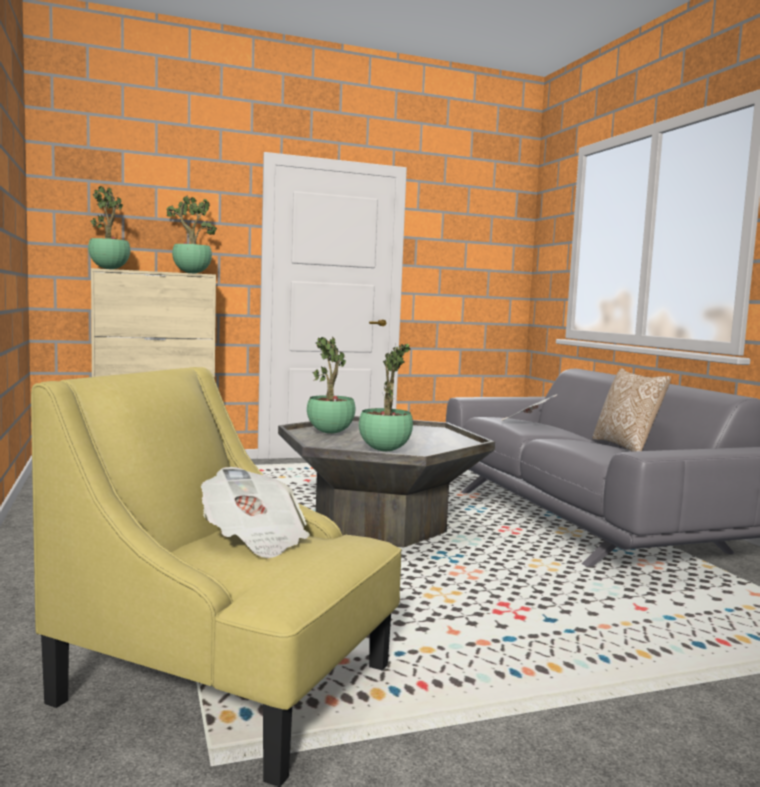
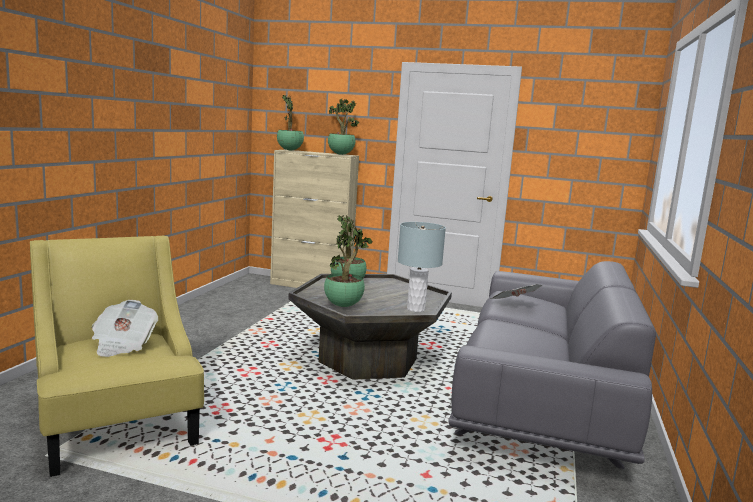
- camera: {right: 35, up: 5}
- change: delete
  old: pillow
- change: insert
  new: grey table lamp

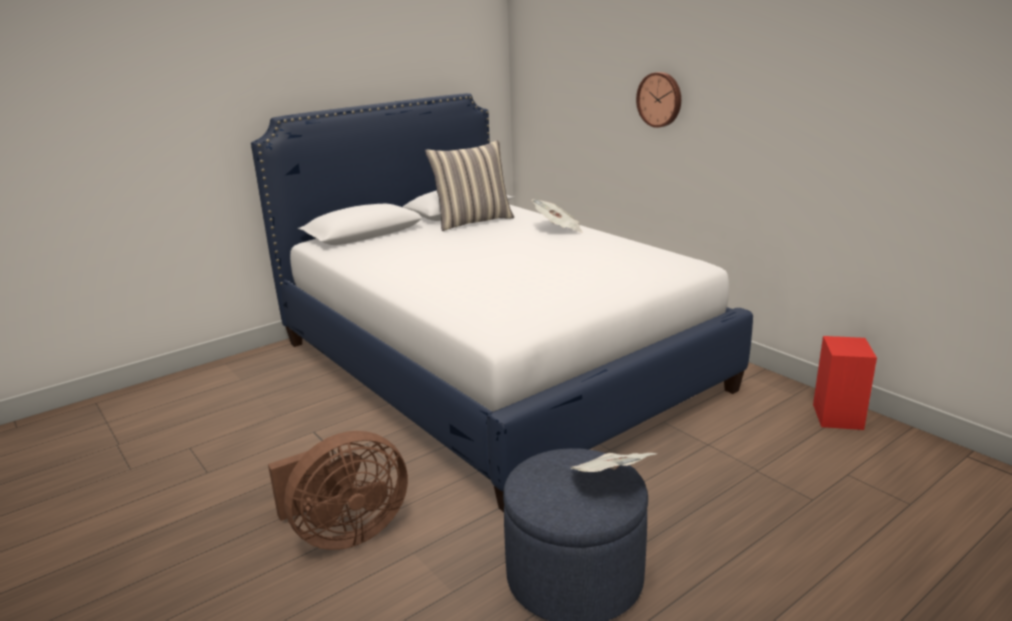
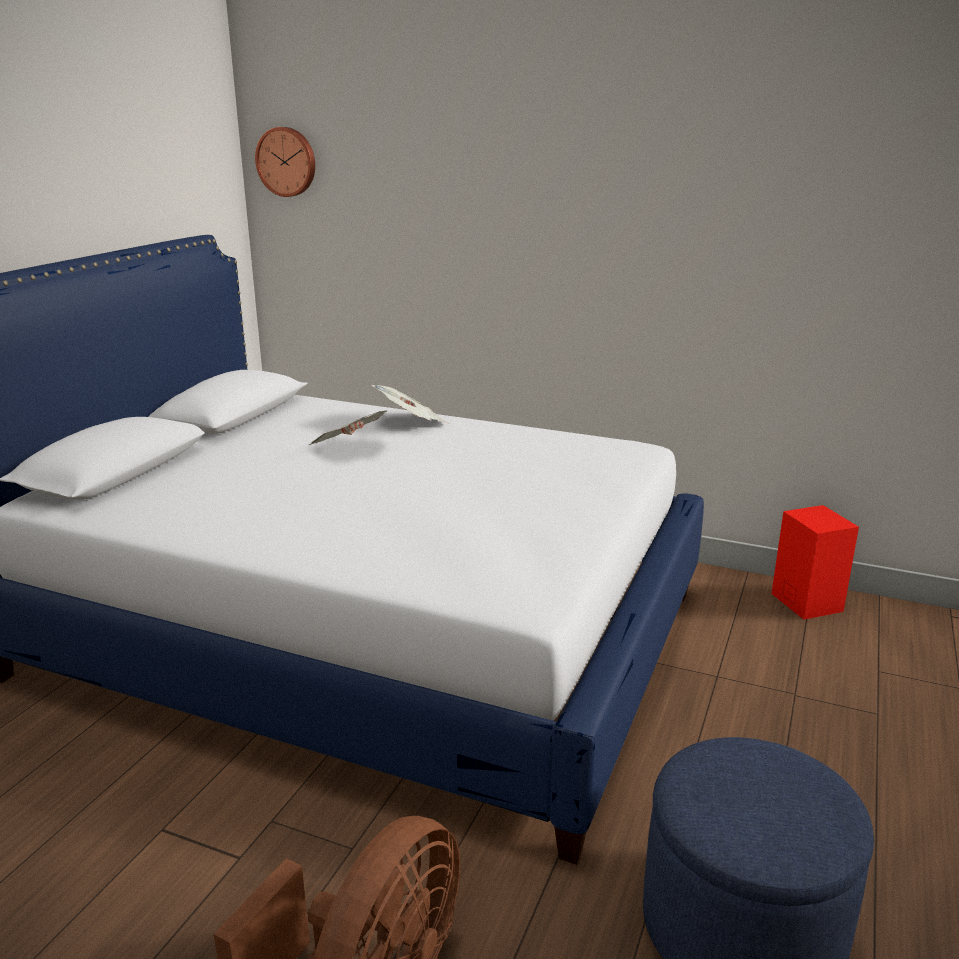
- camera: {right: -30, up: 0}
- change: delete
  old: pillow
- change: move
  old: newspaper (2nd from left in the first image)
  new: newspaper (1st from left)
- change: move
  old: wall clock

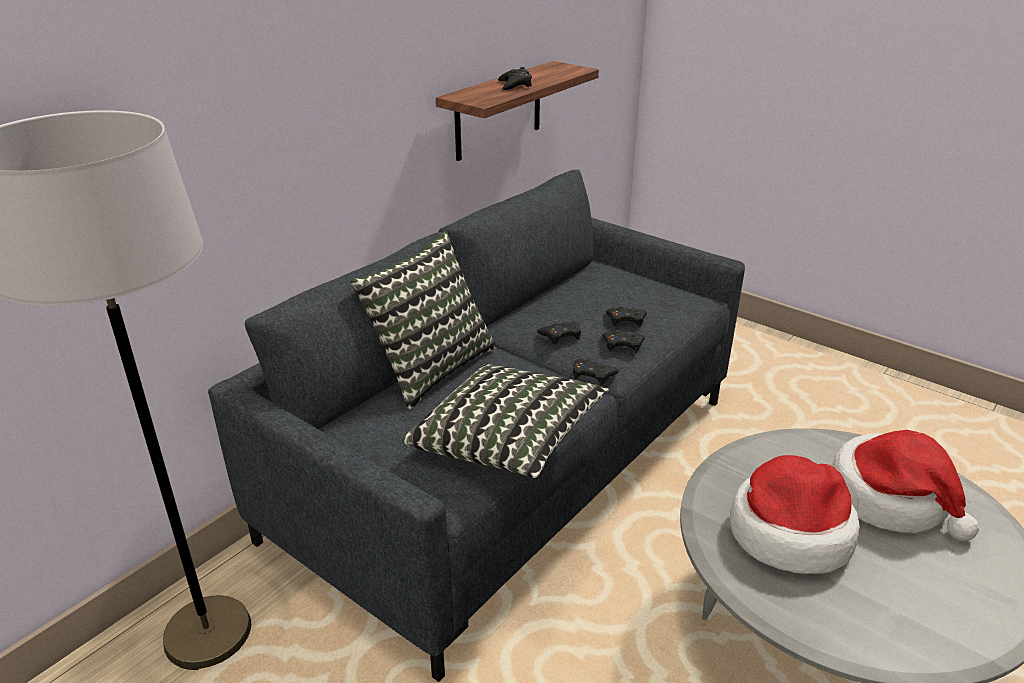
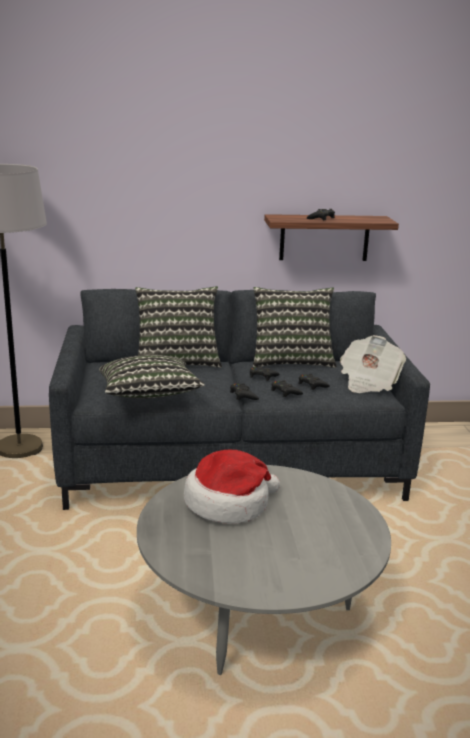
- camera: {right: 45, up: -10}
- change: delete
  old: hat (2nd from left)
- change: insert
  new: pillow (3rd from left)
- change: insert
  new: newspaper

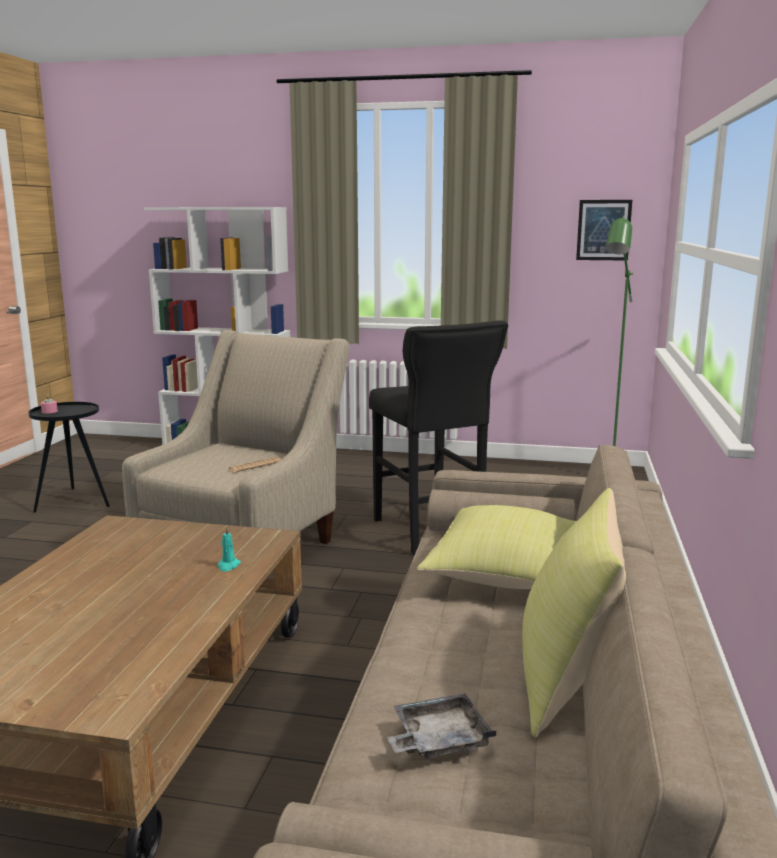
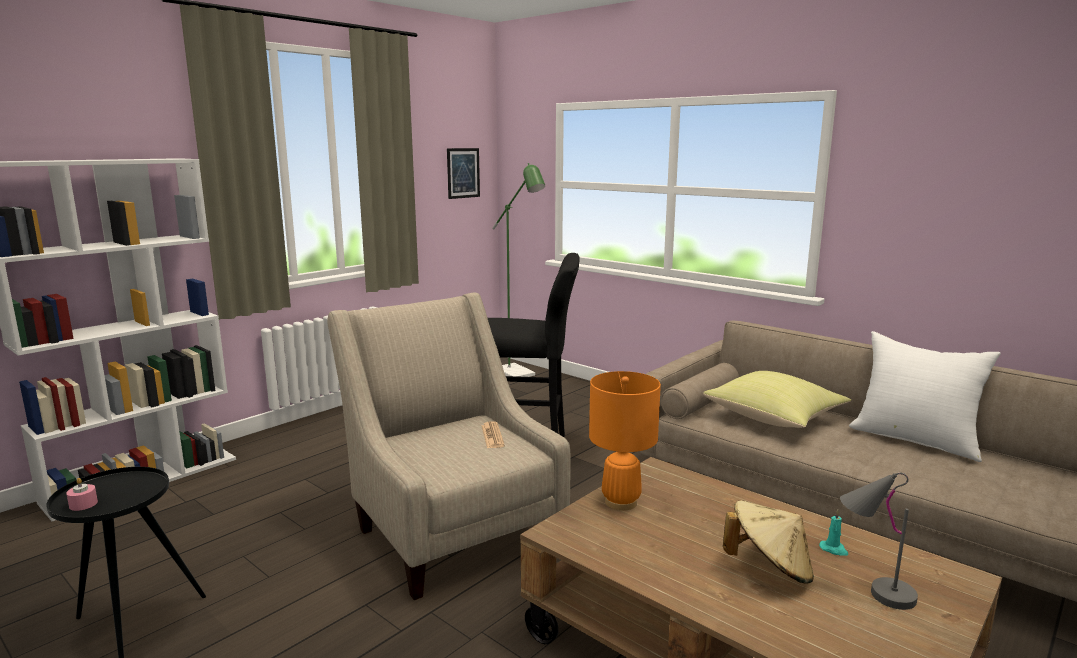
- camera: {right: -60, up: 0}
- change: move
  old: turquoise candle
- change: delete
  old: grey tray
- change: recolor
  old: yellow pillow (2nd from left)
  new: white pillow
- change: insert
  new: orange table lamp
- change: insert
  new: beige hat
- change: insert
  new: grey table lamp

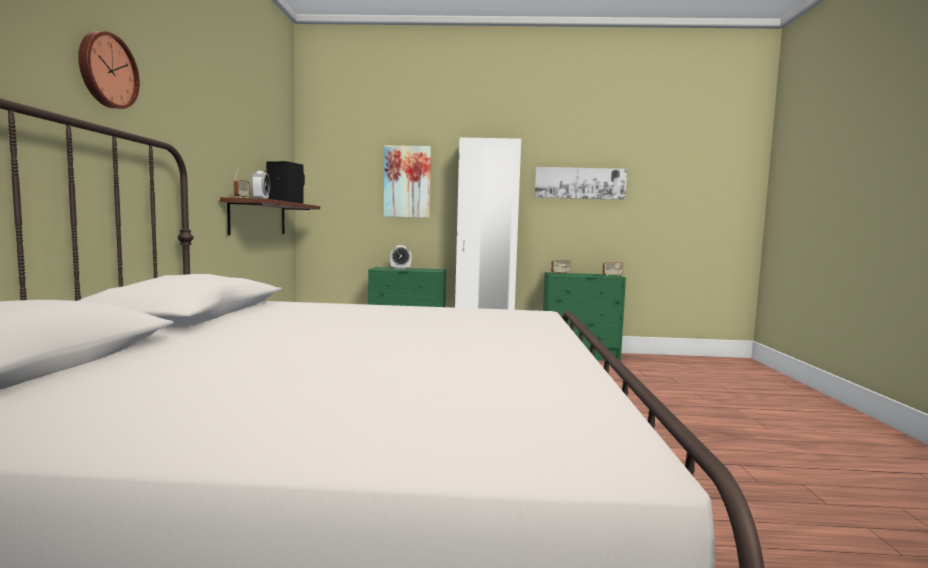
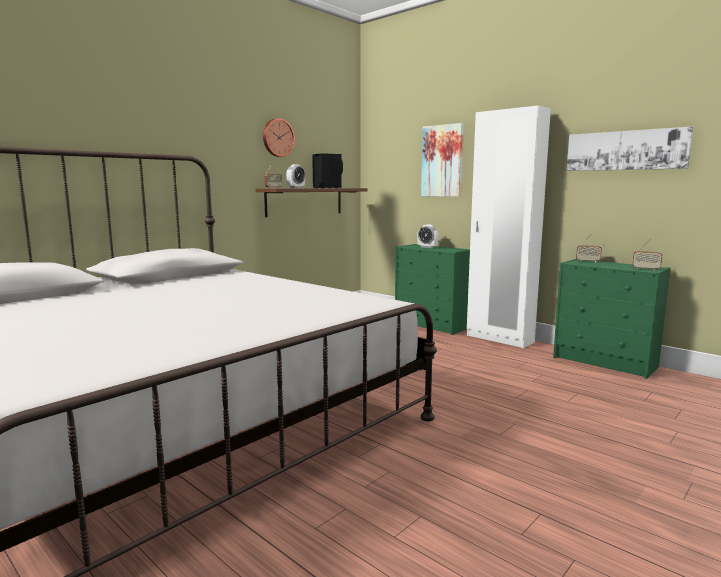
- camera: {right: 40, up: 5}
- change: move
  old: wall clock

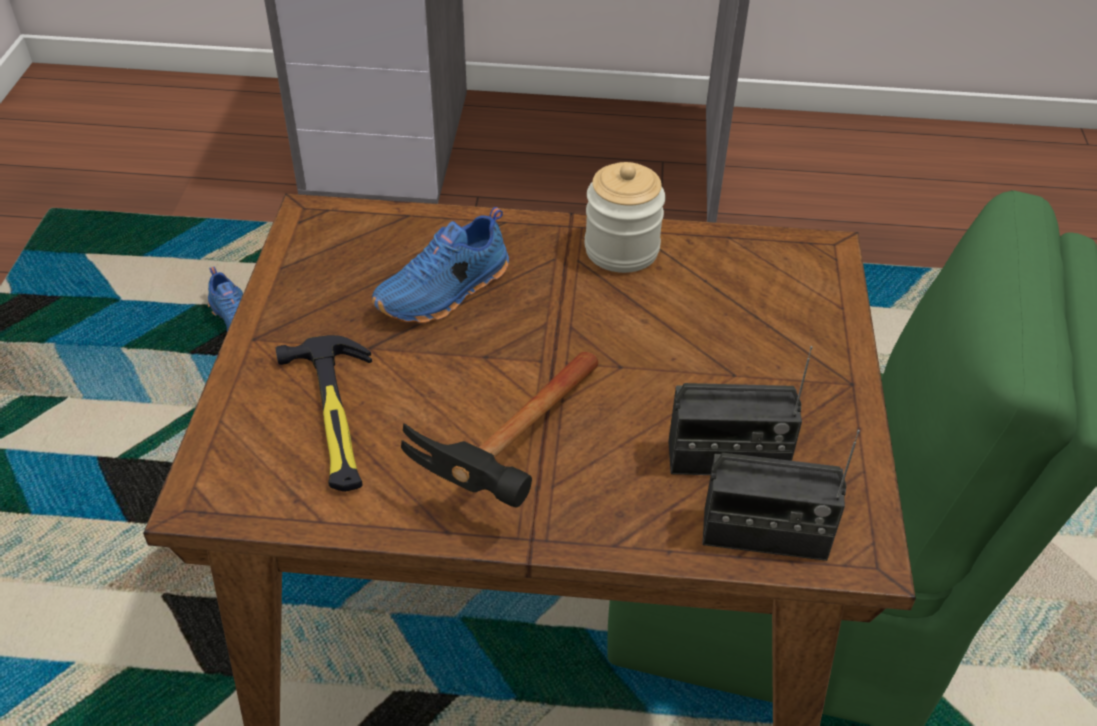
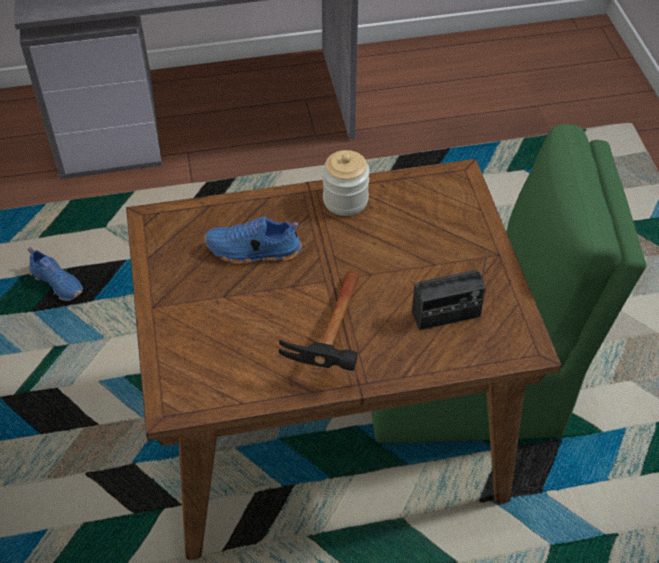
- camera: {right: -15, up: 5}
- change: delete
  old: hammer (1st from left)
- change: rotate
  old: blue shoe (2nd from left)
  degrees: 60
- change: delete
  old: radio (2nd from left)

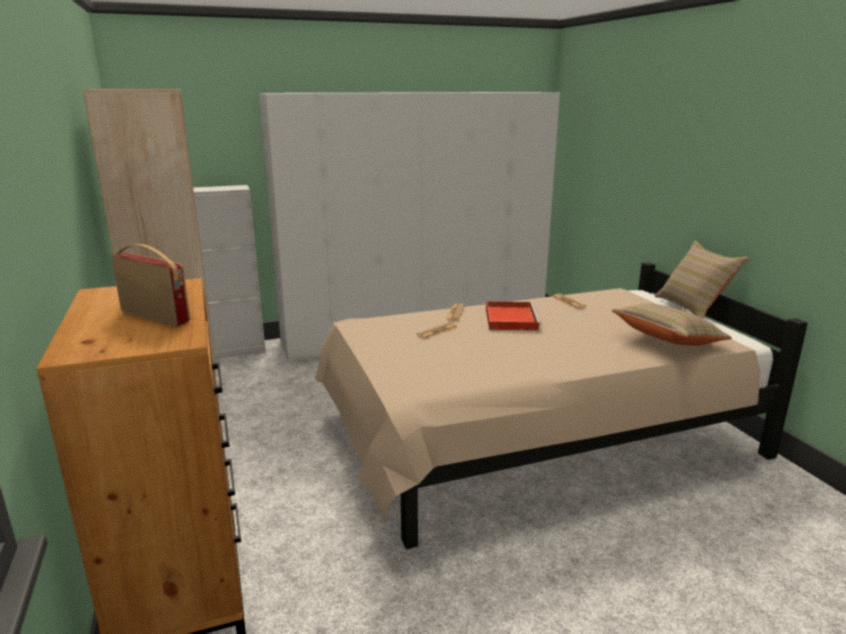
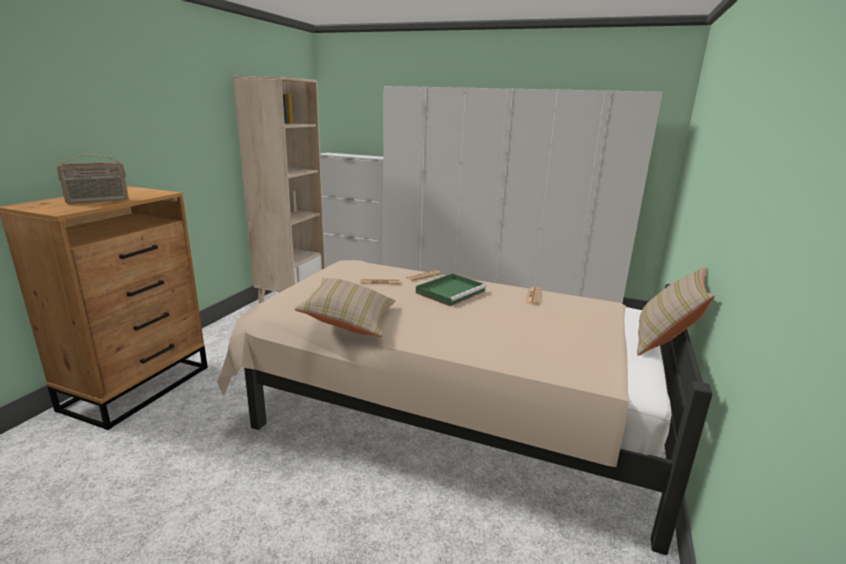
- camera: {right: 40, up: 0}
- change: rotate
  old: radio
  degrees: 75
- change: recolor
  old: red tray
  new: green tray
- change: move
  old: beige pillow (1st from left)

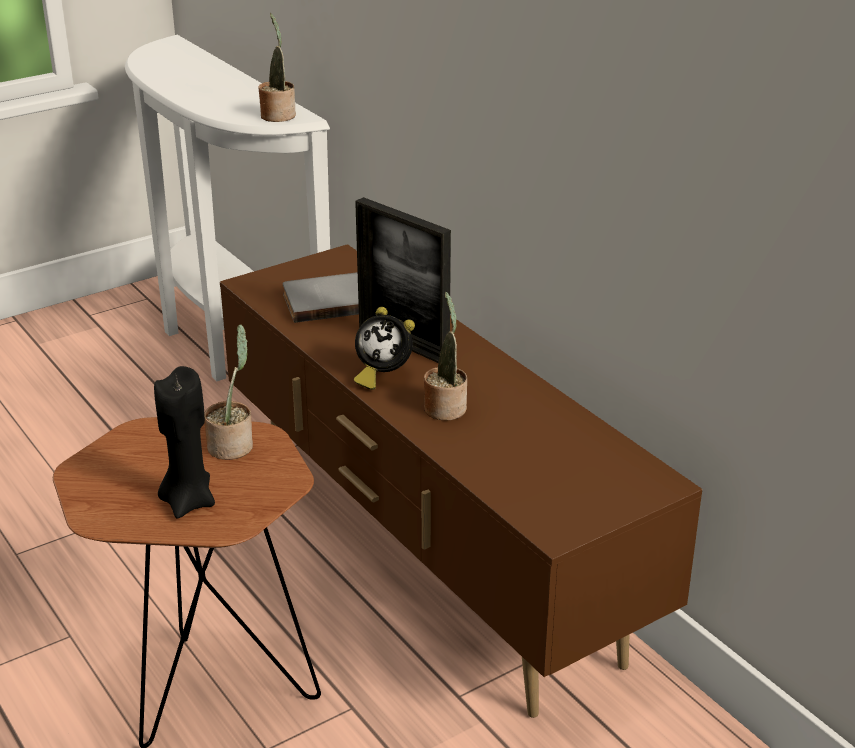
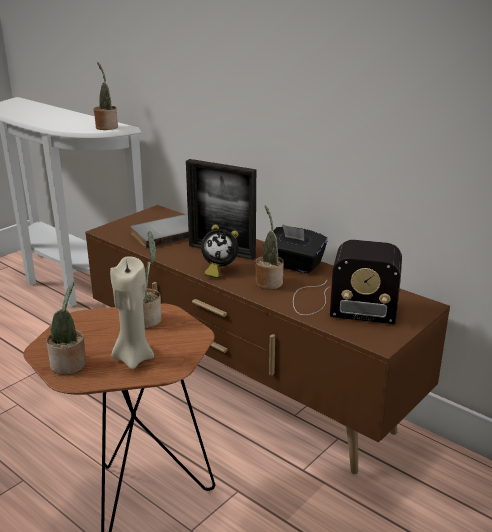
- camera: {right: -15, up: -5}
- change: recolor
  old: black candle
  new: beige candle
- change: insert
  new: potted plant (1st from left)
- change: insert
  new: black tissue box
- change: insert
  new: radio

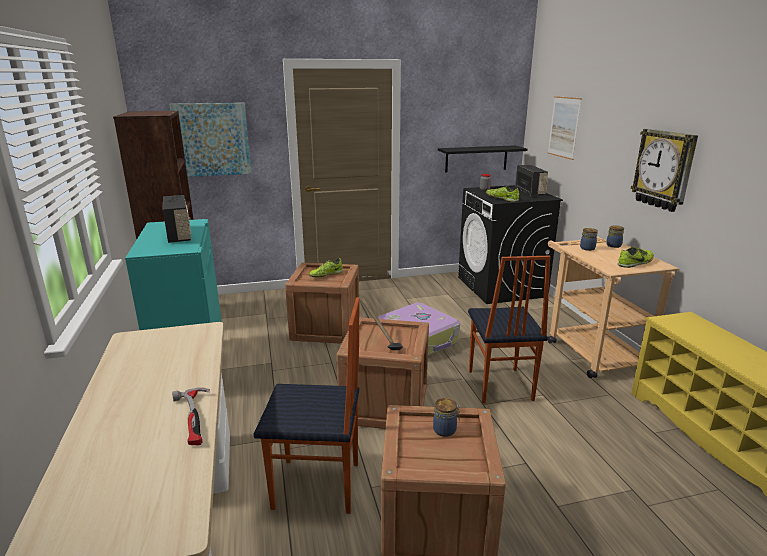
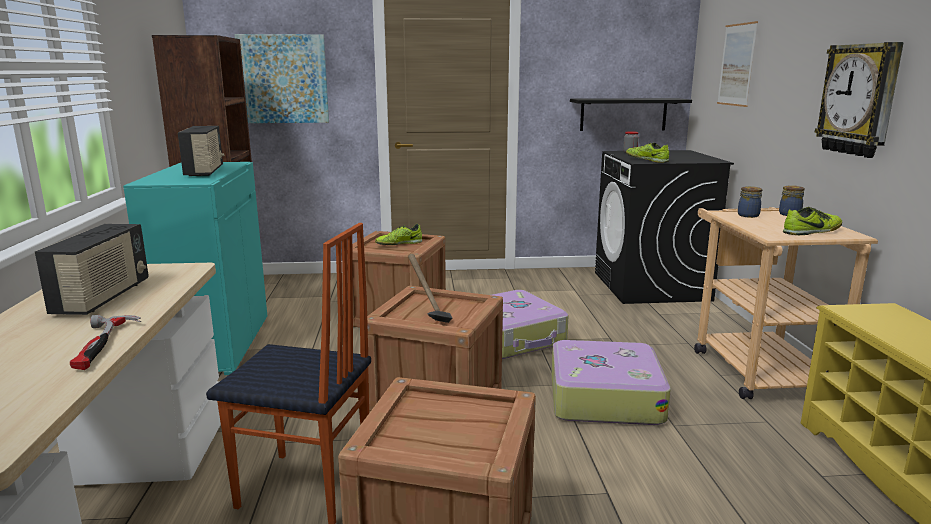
- camera: {right: 10, up: -5}
- change: delete
  old: jar (1st from left)
- change: replace
  old: chair (2nd from left)
  new: suitcase (2nd from left)
- change: move
  old: radio (2nd from left in the first image)
  new: radio (1st from left)

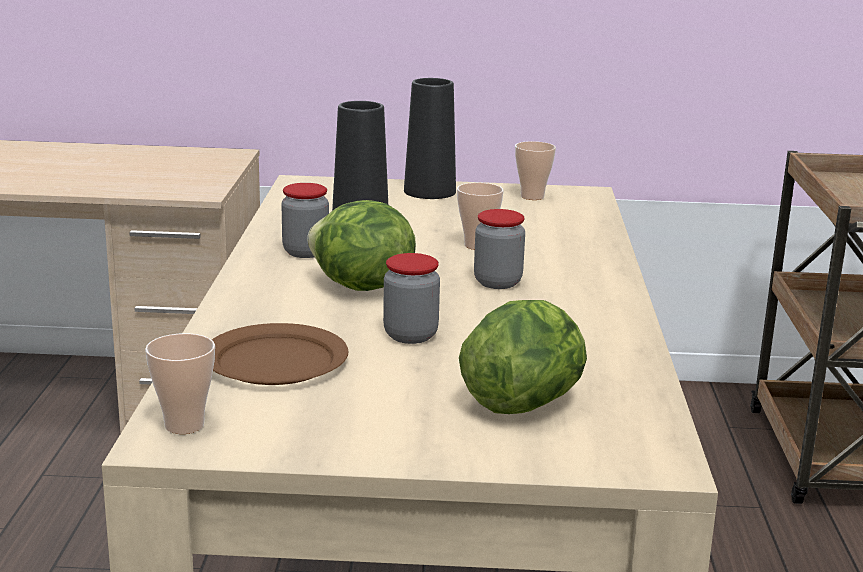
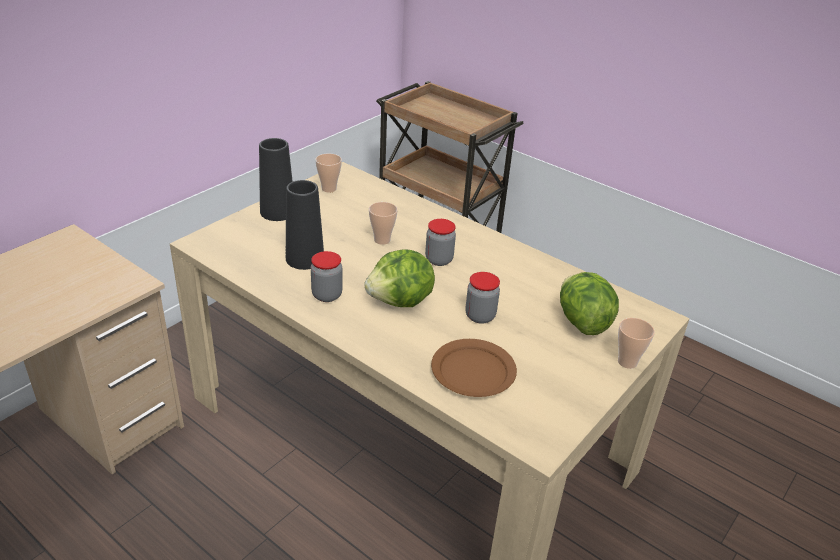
- camera: {right: -55, up: 15}
- change: move
  old: cup (1st from left in the first image)
  new: cup (3rd from left)

